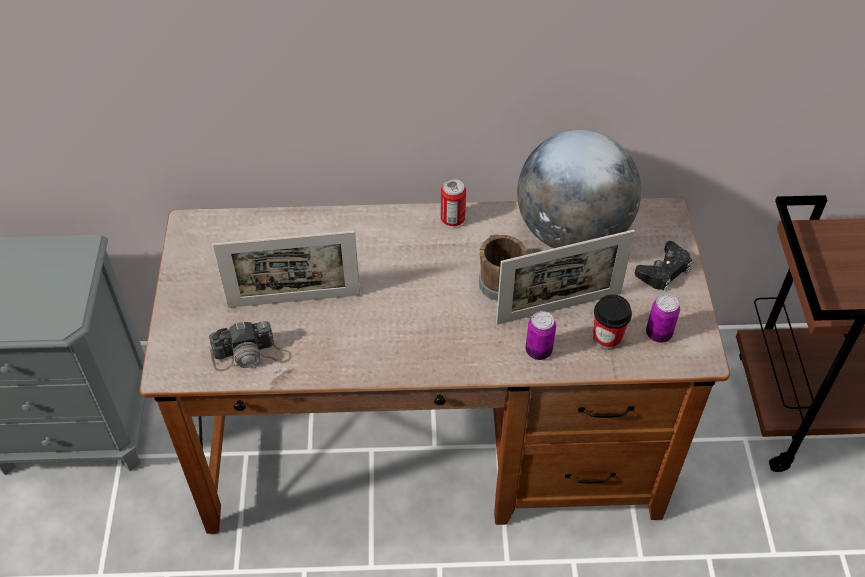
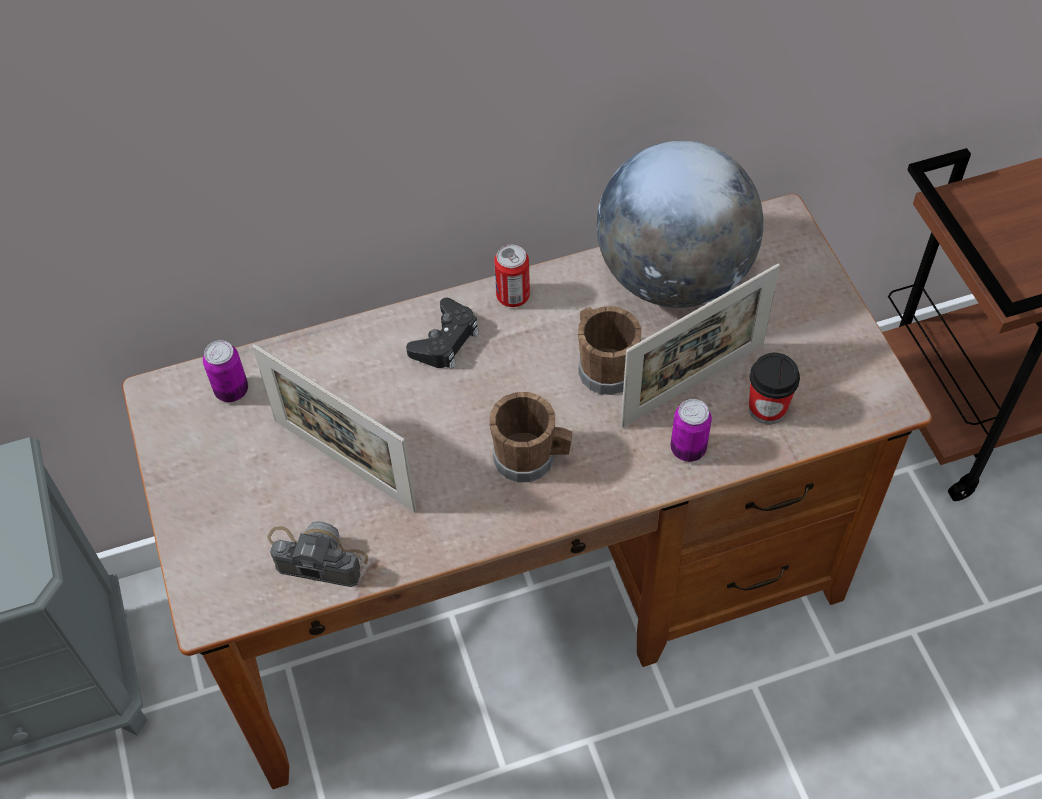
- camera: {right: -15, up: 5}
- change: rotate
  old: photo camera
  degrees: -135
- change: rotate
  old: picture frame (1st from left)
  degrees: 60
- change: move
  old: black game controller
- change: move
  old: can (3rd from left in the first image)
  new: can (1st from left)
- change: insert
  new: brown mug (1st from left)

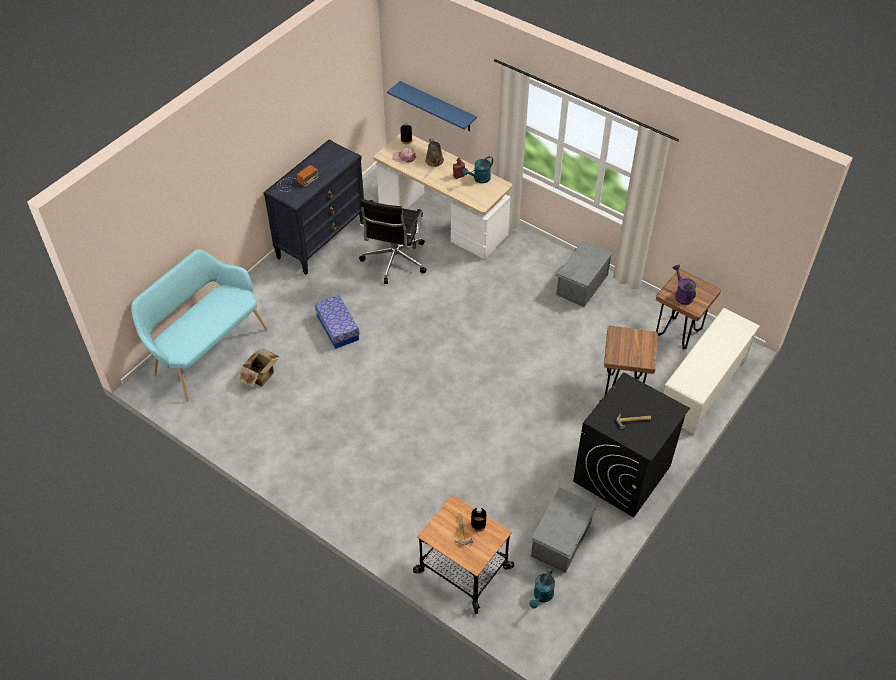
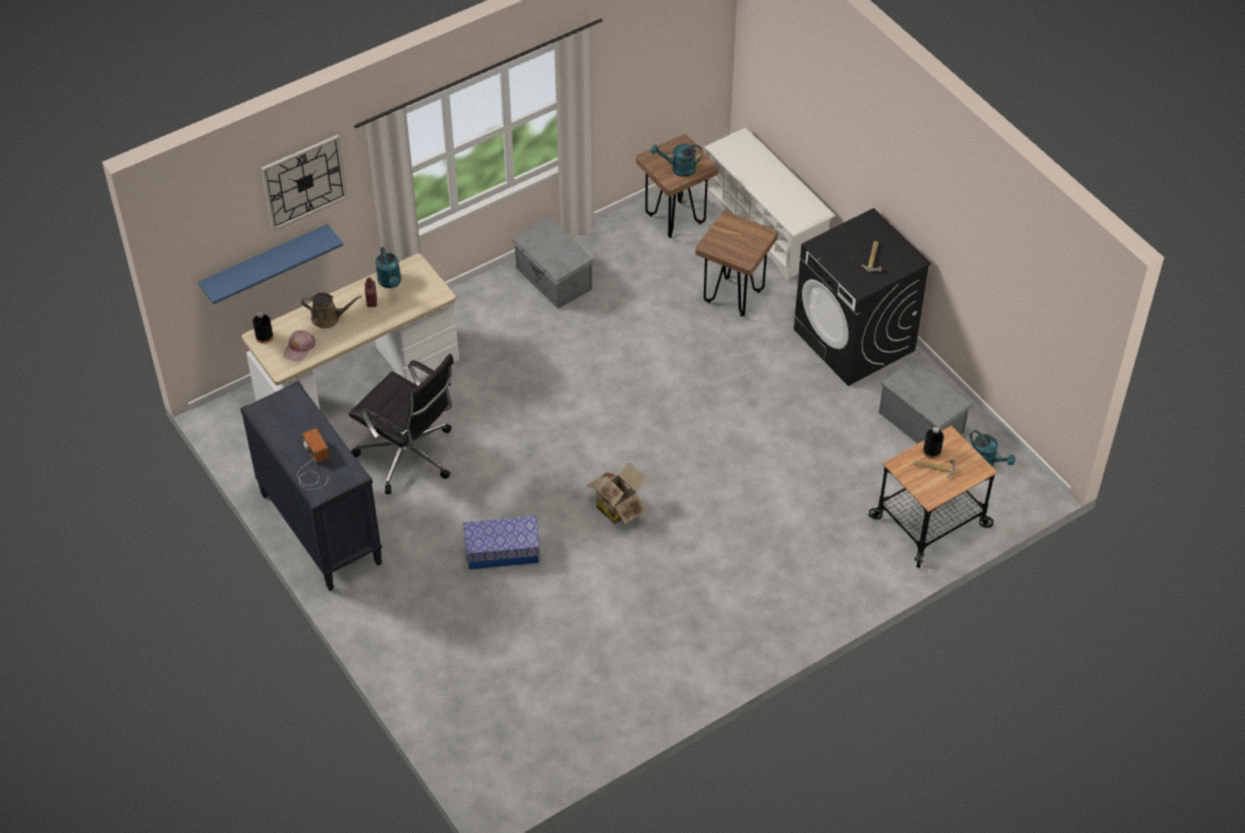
- camera: {right: -70, up: 0}
- change: delete
  old: turquoise bench
- change: move
  old: cardboard box
- change: recolor
  old: purple watering can
  new: turquoise watering can (2nd from left)
- change: insert
  new: wall clock

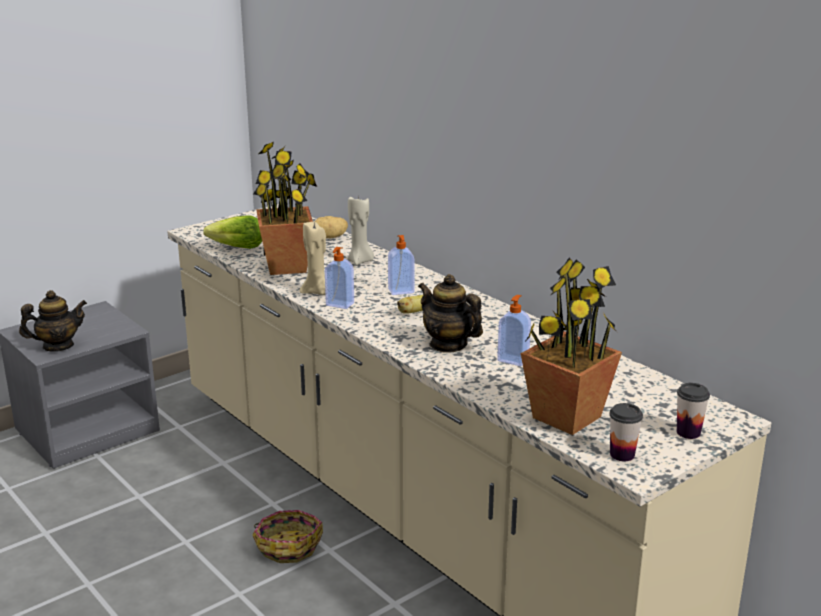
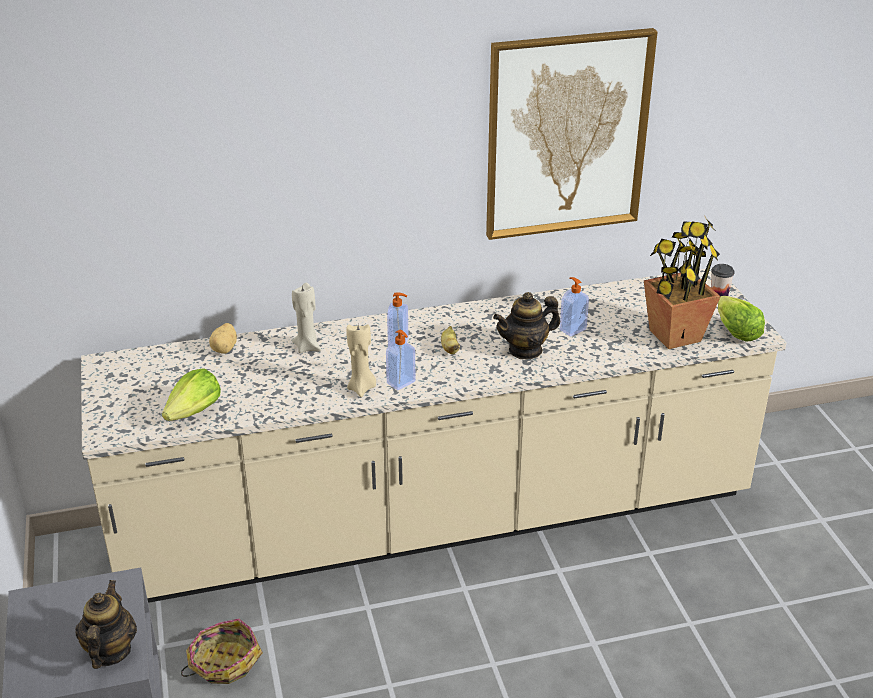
- camera: {right: -65, up: 10}
- change: move
  old: basket
- change: delete
  old: potted plant (1st from left)
- change: replace
  old: cup (1st from left)
  new: lettuce (2nd from left)
- change: insert
  new: picture

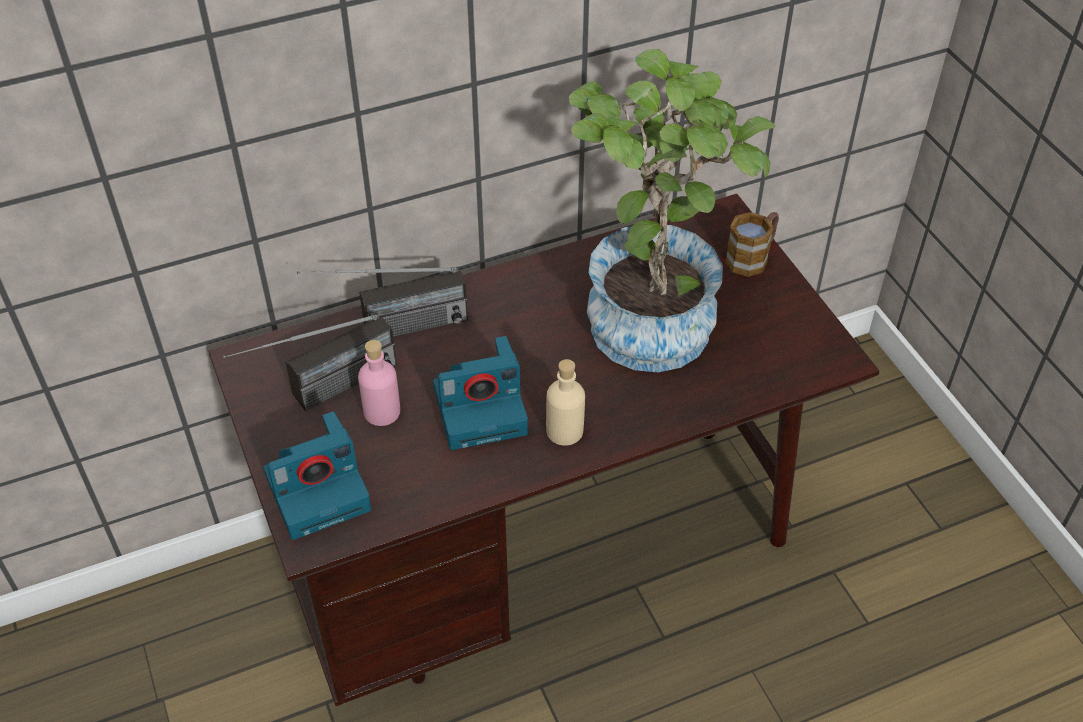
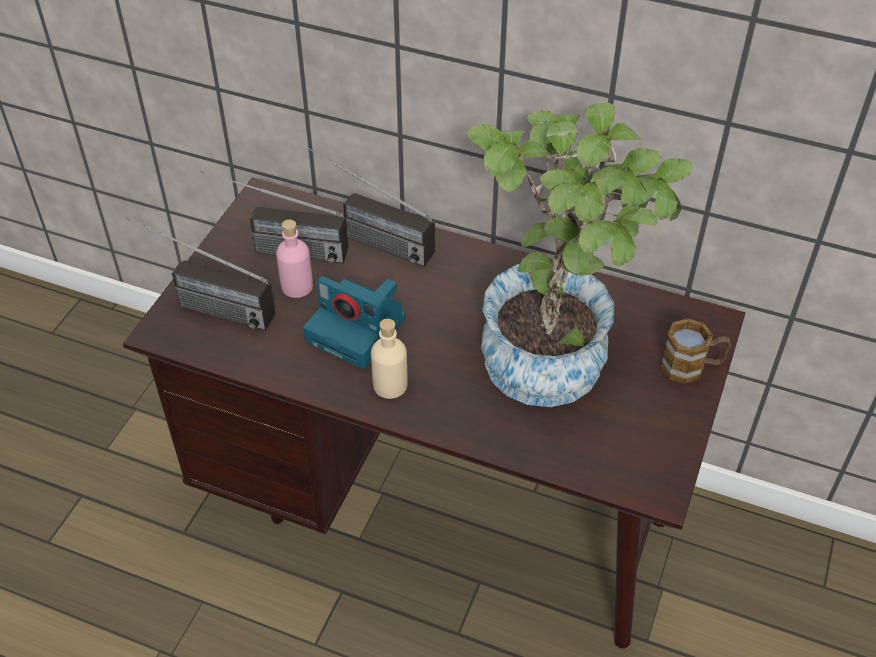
- camera: {right: 45, up: 0}
- change: replace
  old: photo camera (1st from left)
  new: radio (1st from left)

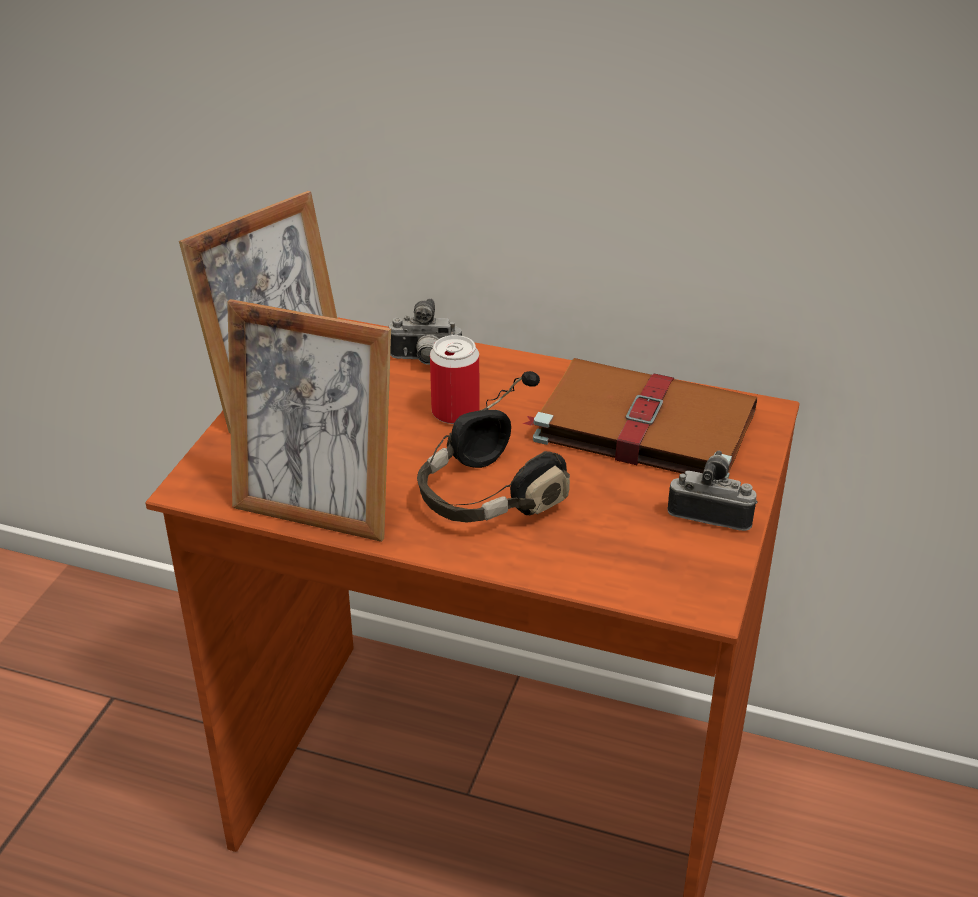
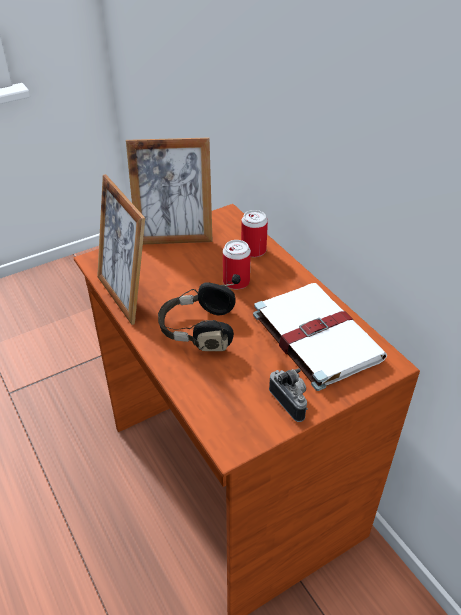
- camera: {right: 40, up: 5}
- change: replace
  old: photo camera (1st from left)
  new: can (2nd from left)
- change: recolor
  old: brown book
  new: white book

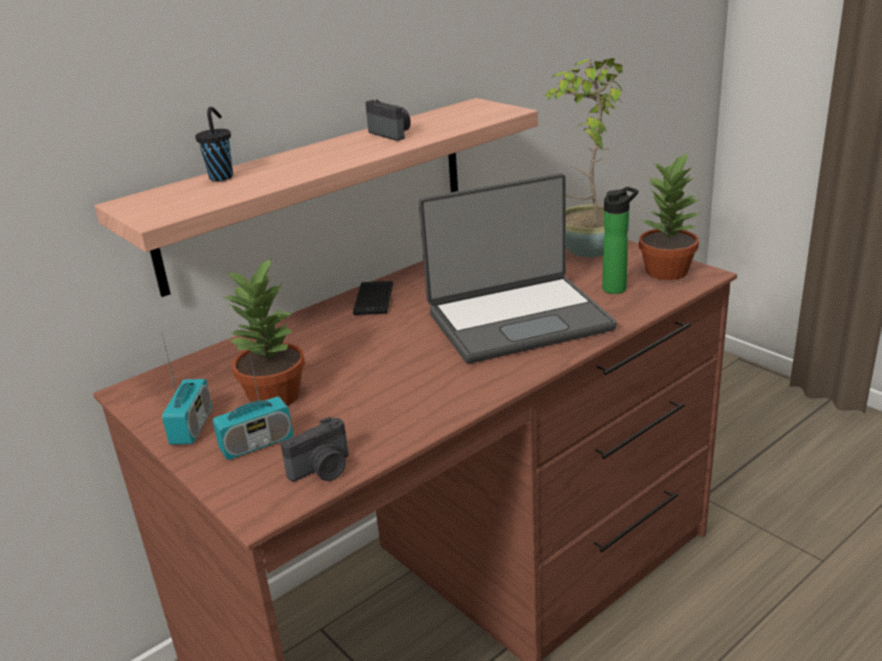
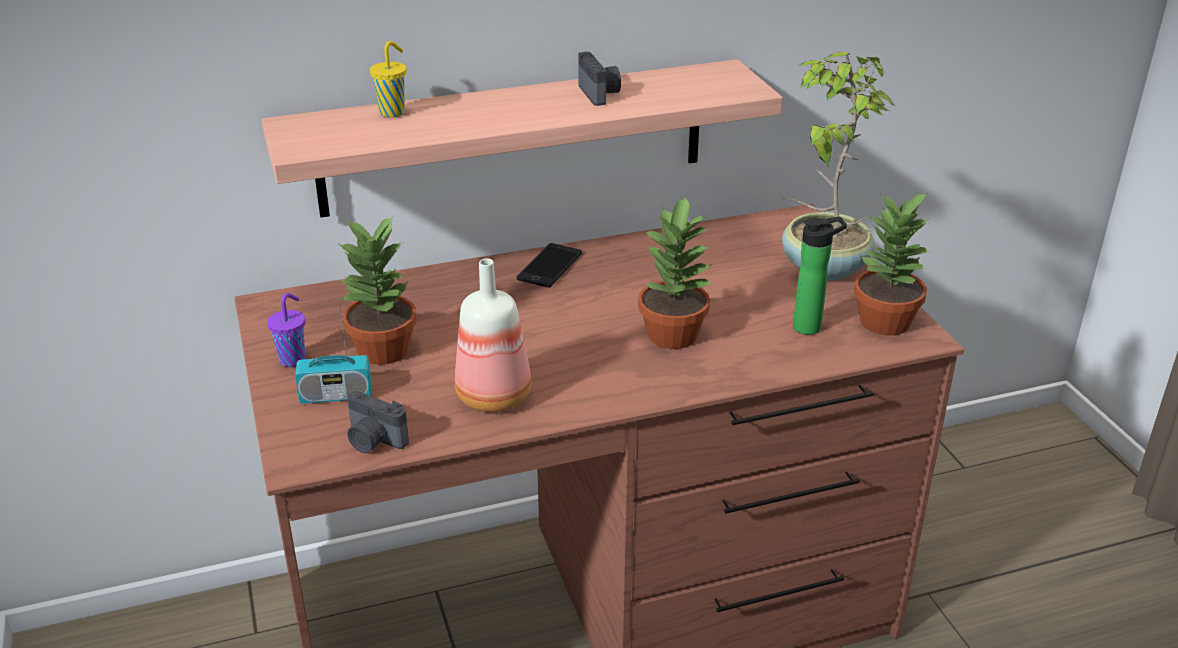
- camera: {right: 20, up: 5}
- change: replace
  old: radio (1st from left)
  new: purple cup
- change: recolor
  old: black cup
  new: yellow cup
- change: rotate
  old: photo camera (1st from left)
  degrees: 45
- change: replace
  old: laptop
  new: potted plant (2nd from left)
- change: insert
  new: bottle (1st from left)

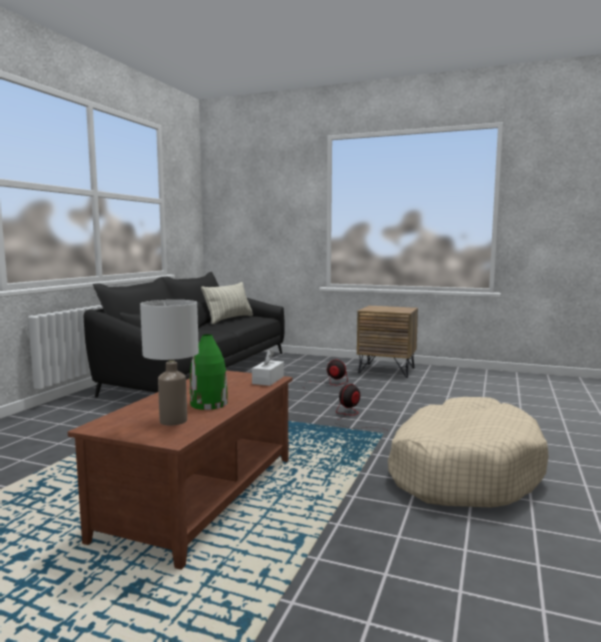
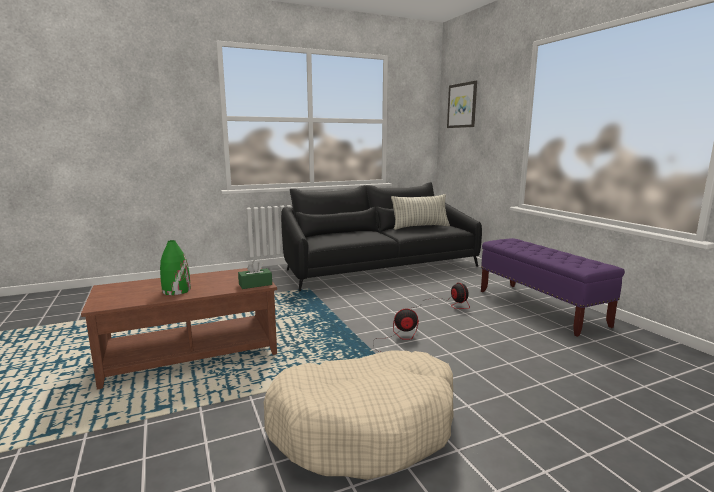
- camera: {right: 45, up: 5}
- change: delete
  old: white table lamp
- change: recolor
  old: white tissue box
  new: green tissue box
- change: replace
  old: brown nightstand
  new: purple bench
- change: insert
  new: picture

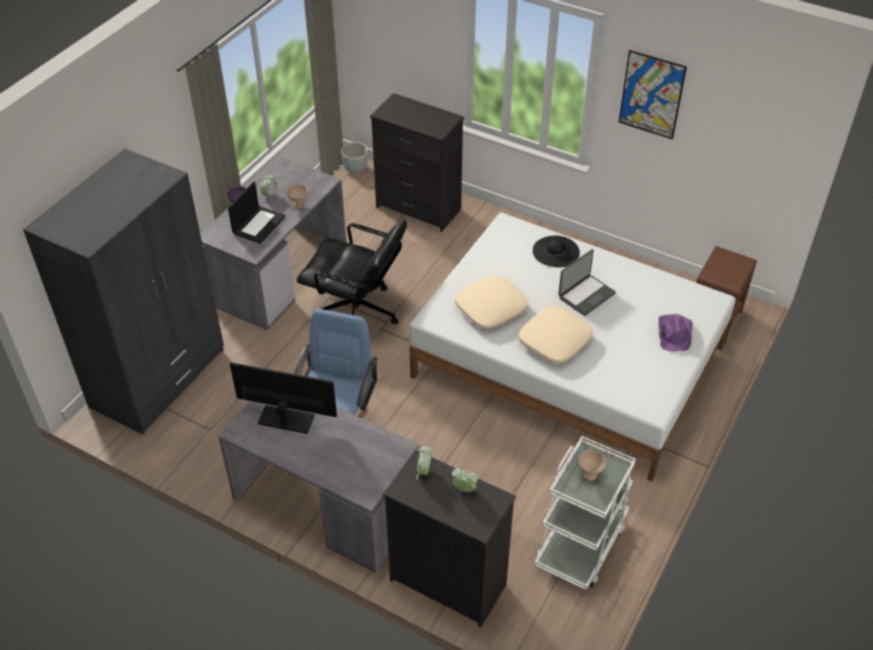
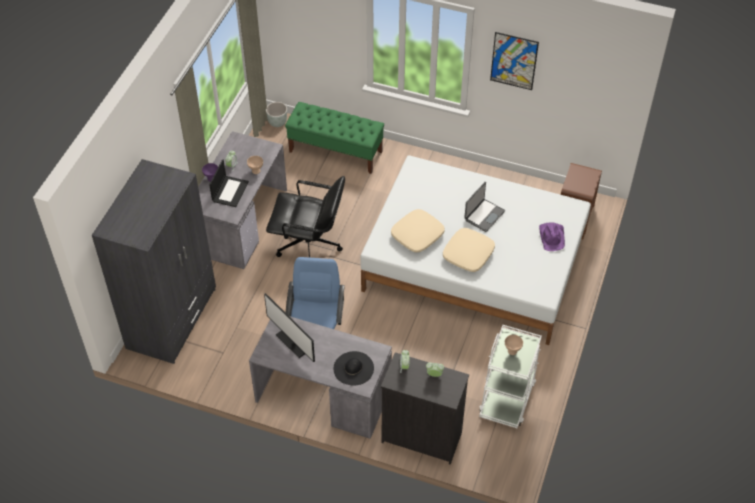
- camera: {right: -10, up: 5}
- change: rotate
  old: monitor
  degrees: -135
- change: replace
  old: black dresser (1st from left)
  new: green bench
- change: move
  old: black hat

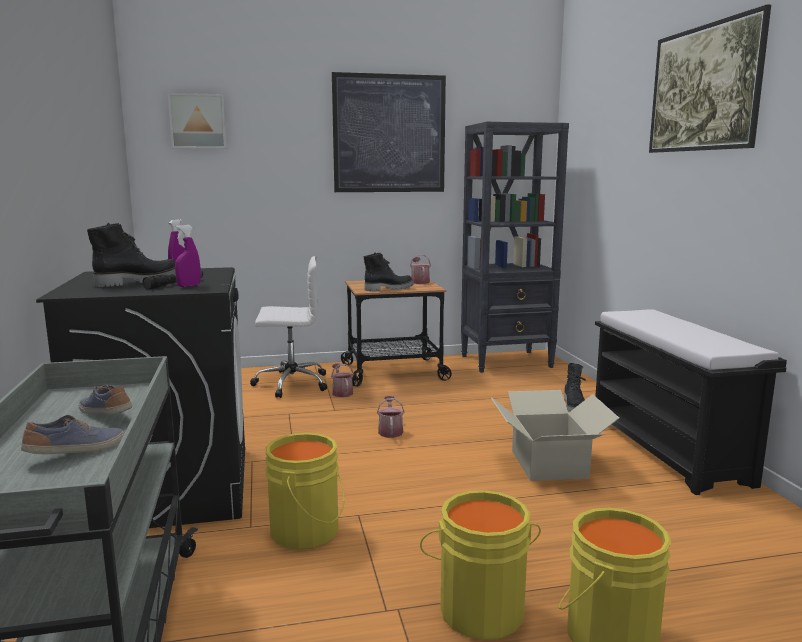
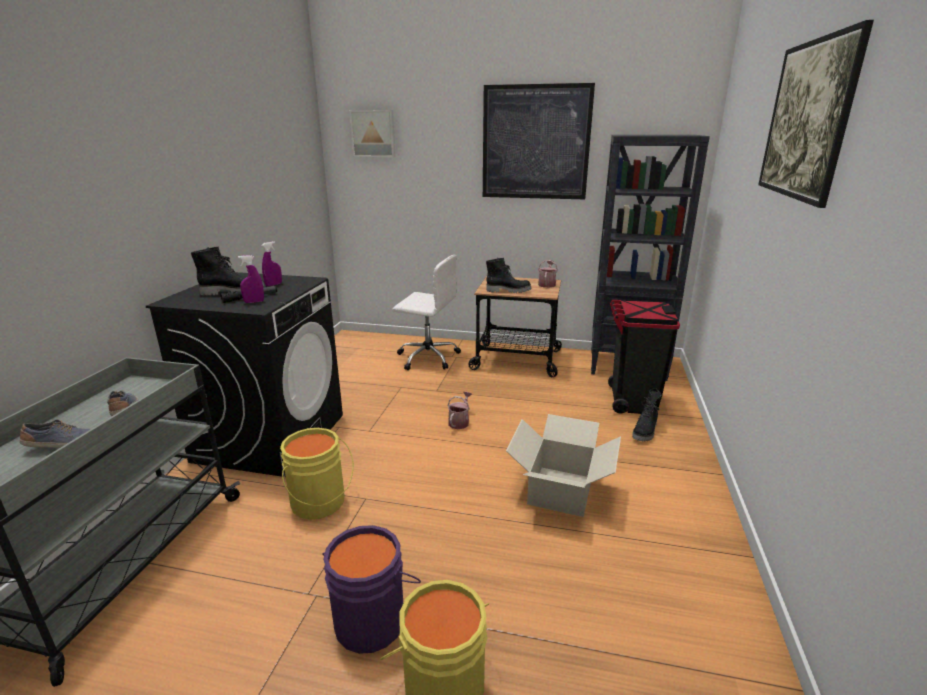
- camera: {right: 25, up: 10}
- change: delete
  old: watering can (1st from left)
- change: recolor
  old: yellow bucket (2nd from left)
  new: purple bucket
- change: delete
  old: black bench
- change: insert
  new: black trash can

